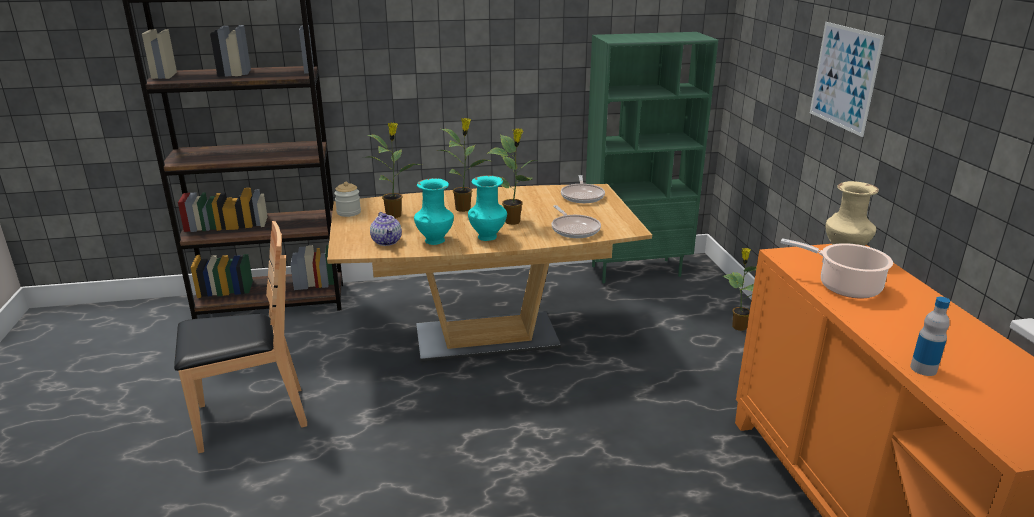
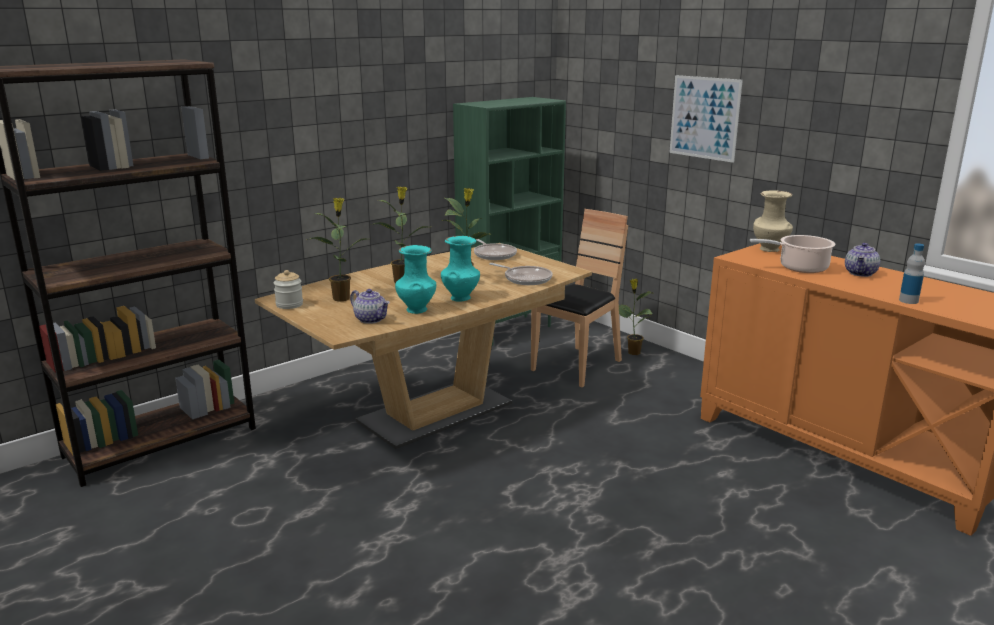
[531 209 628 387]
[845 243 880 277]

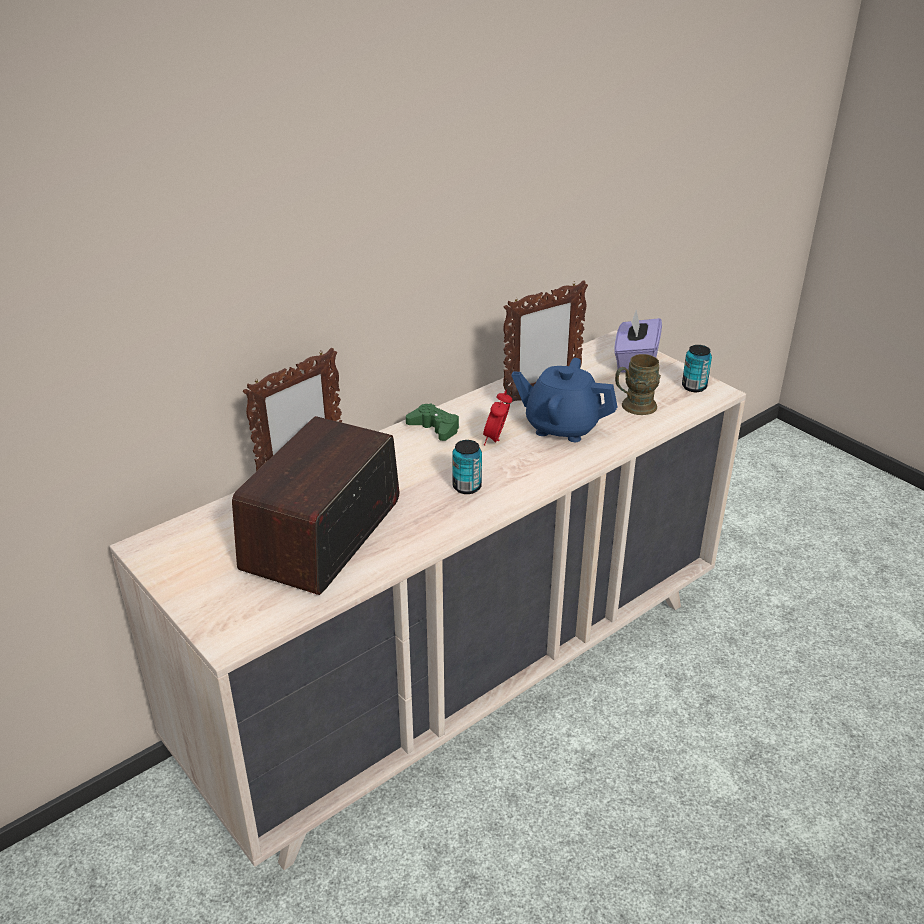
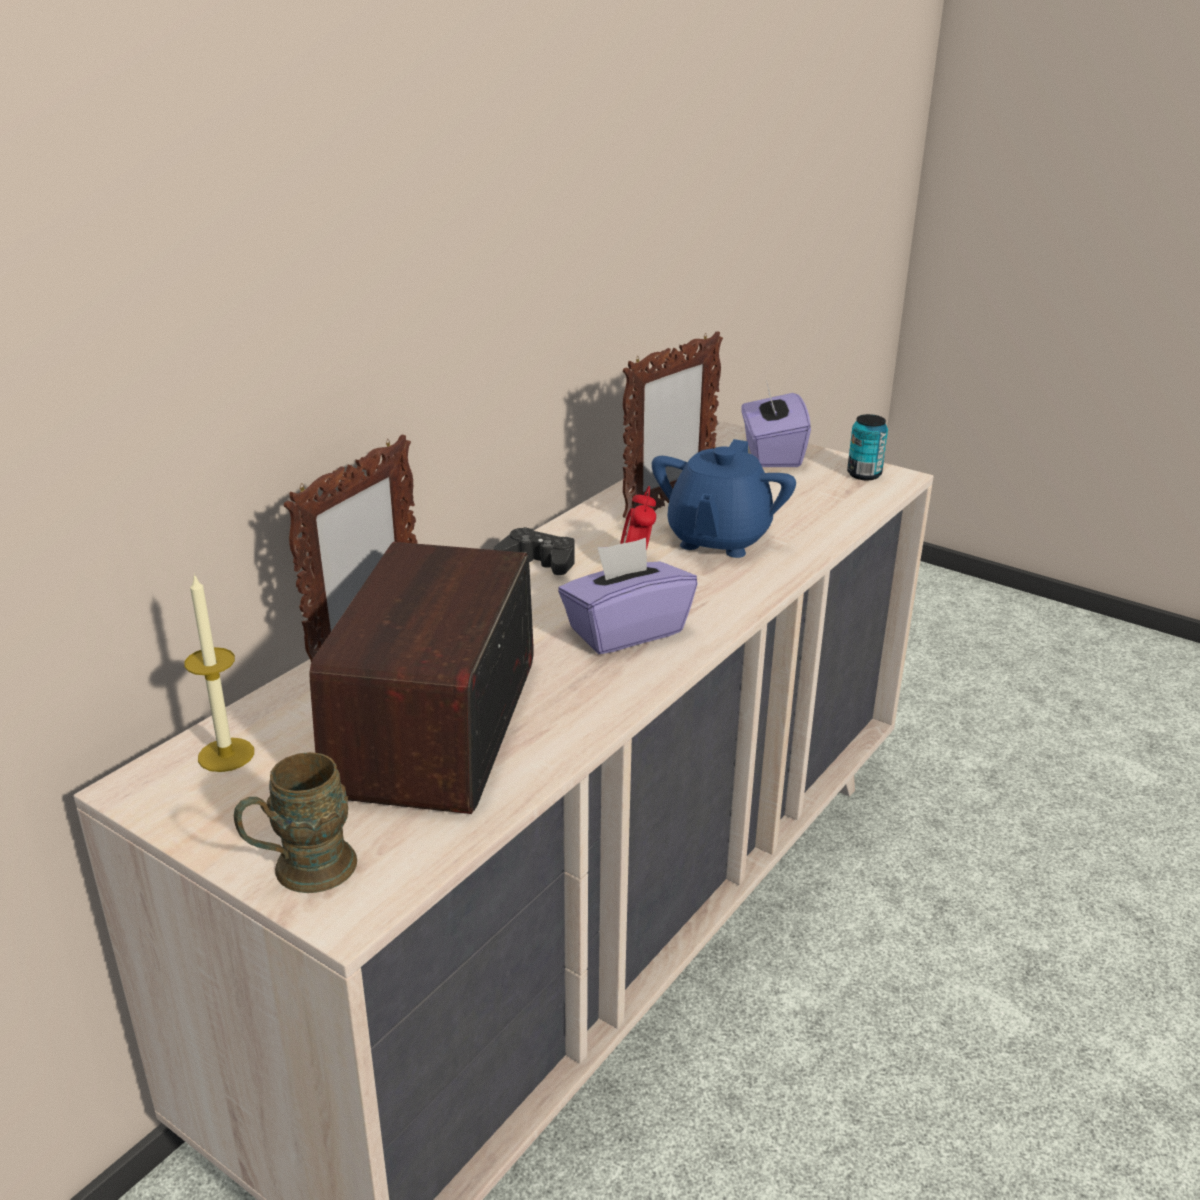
[234 752 357 893]
[652 439 796 558]
[494 527 575 575]
[558 538 698 654]
[184 573 254 772]

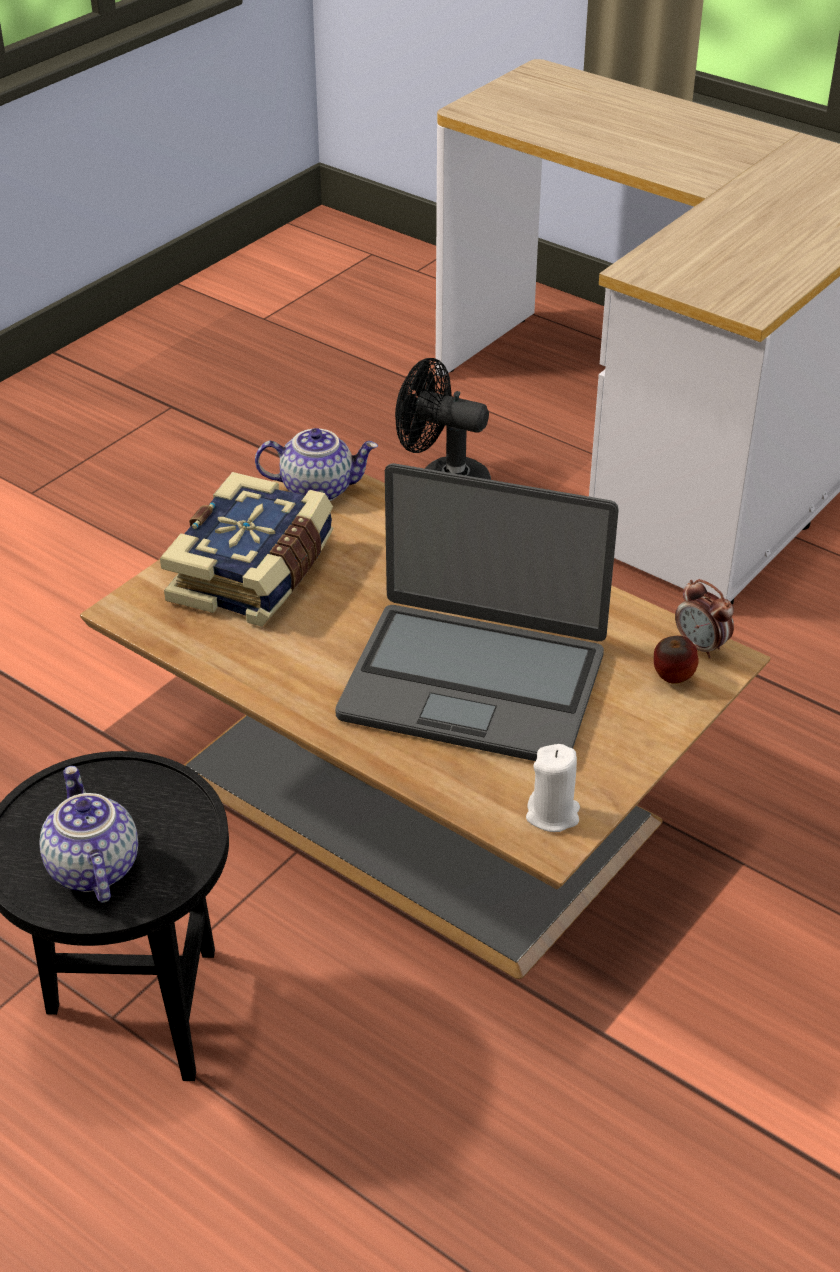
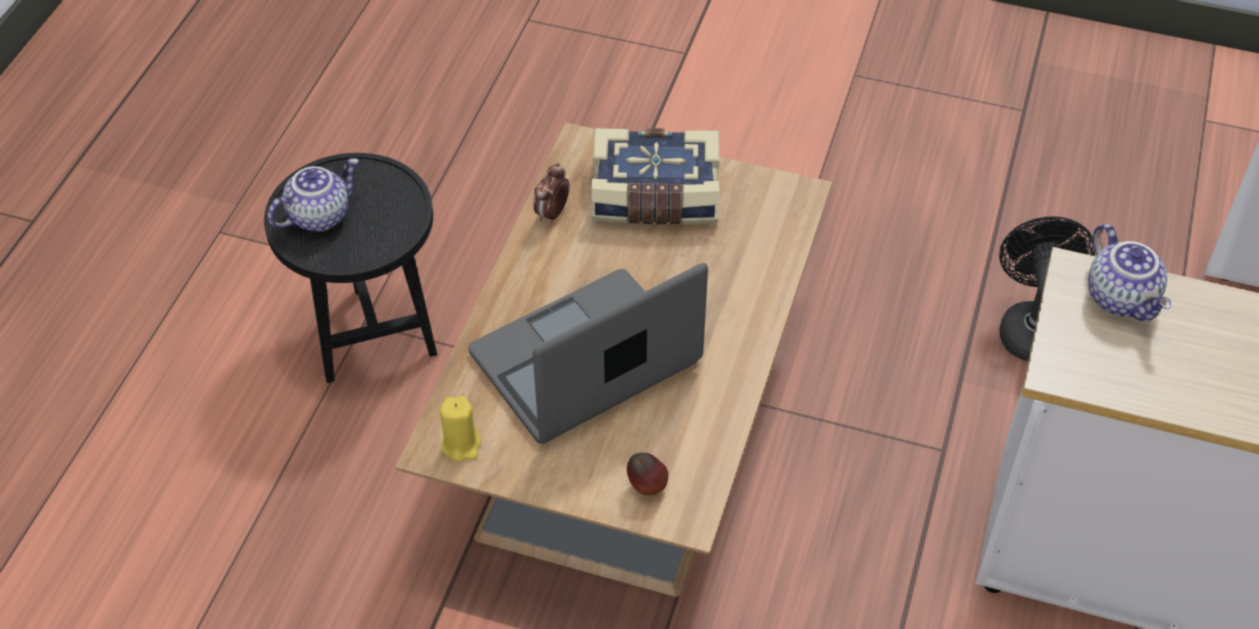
[1088 224 1171 321]
[468 263 708 444]
[534 163 570 223]
[440 396 481 462]

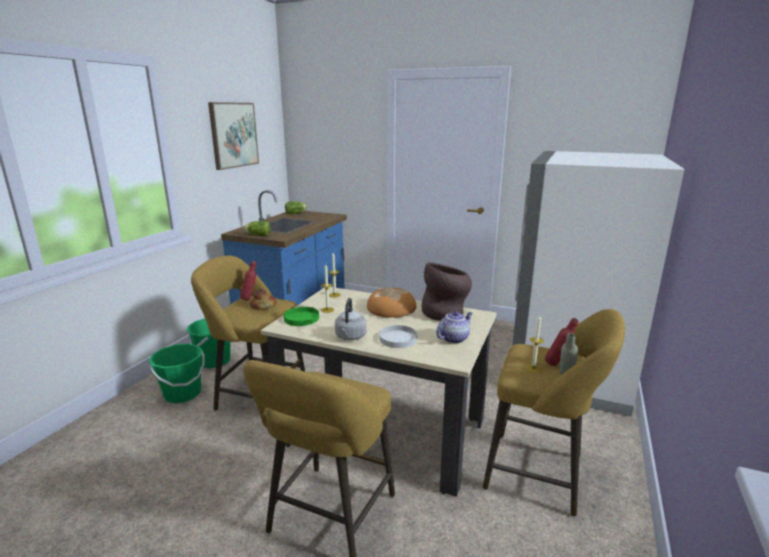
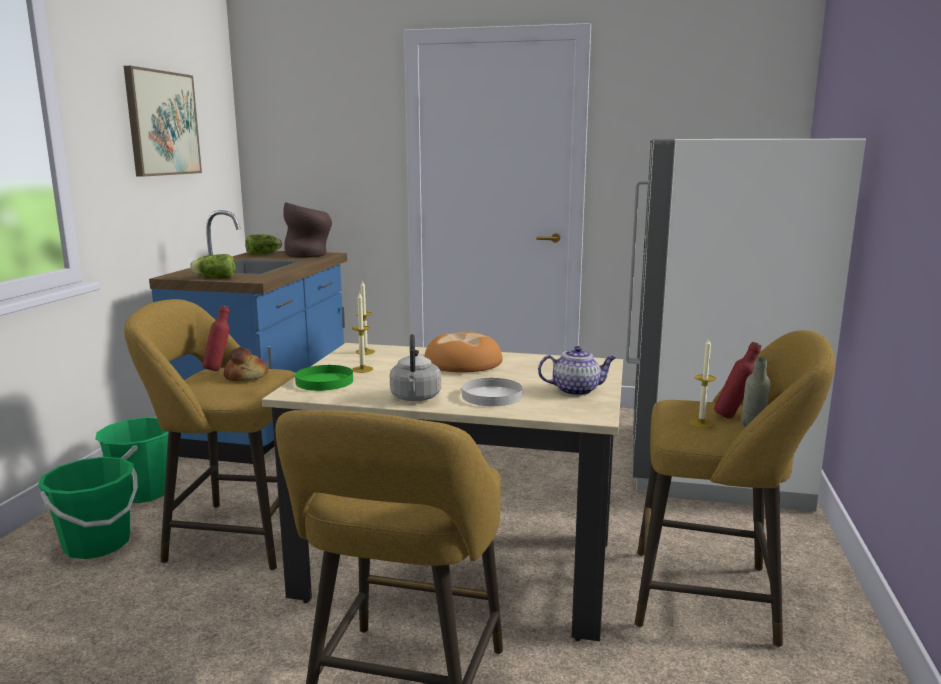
[283 202 332 258]
[538 346 616 396]

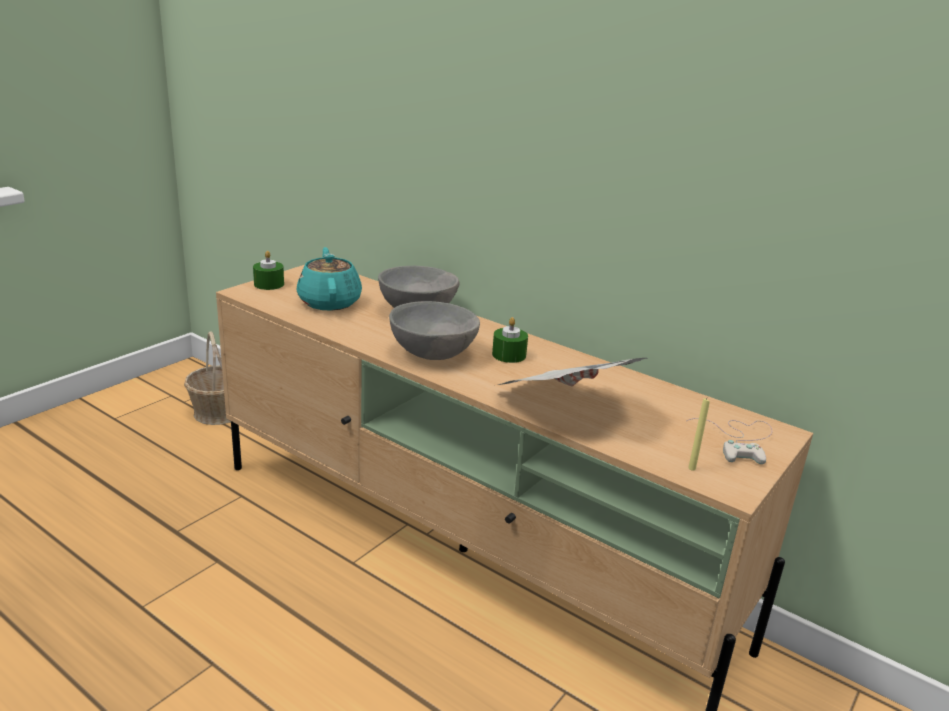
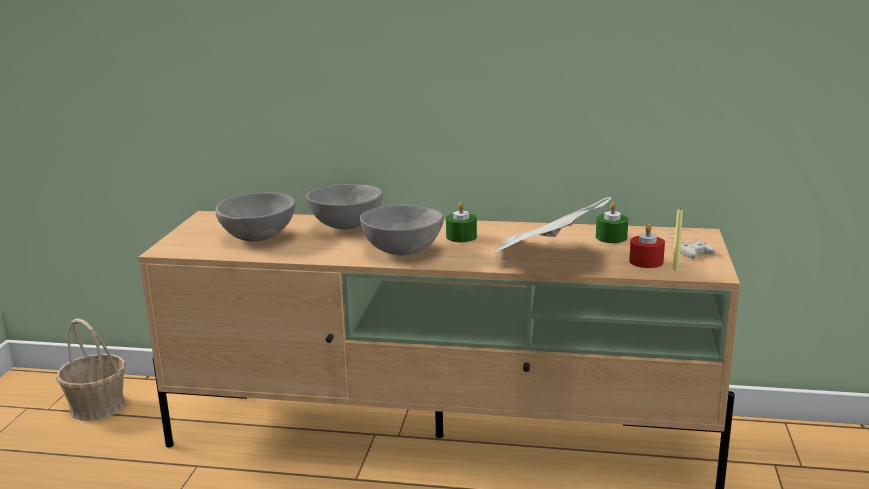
[215 192 295 241]
[596 202 628 243]
[629 224 665 268]

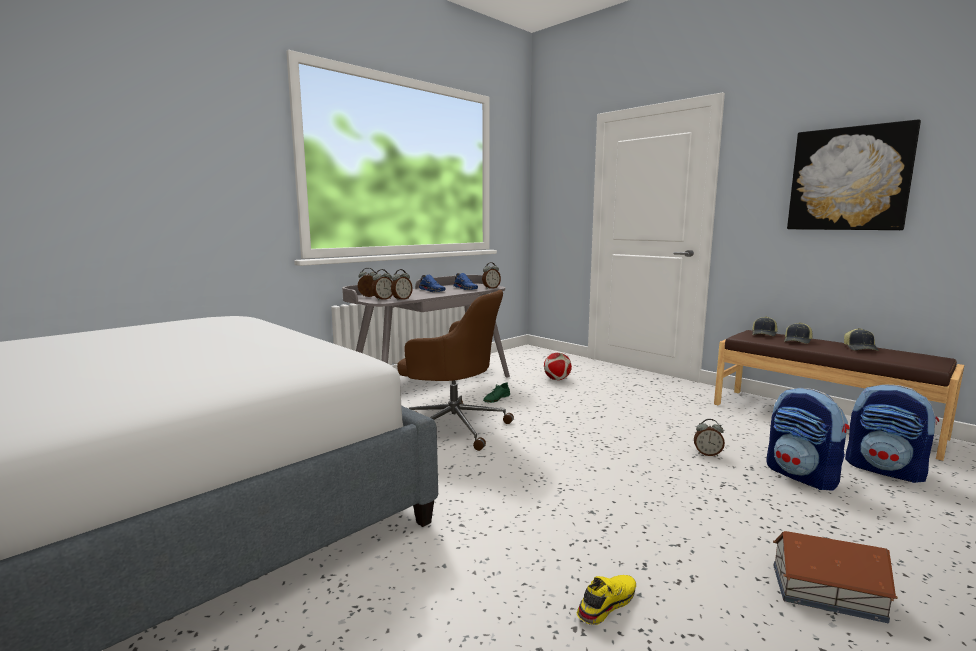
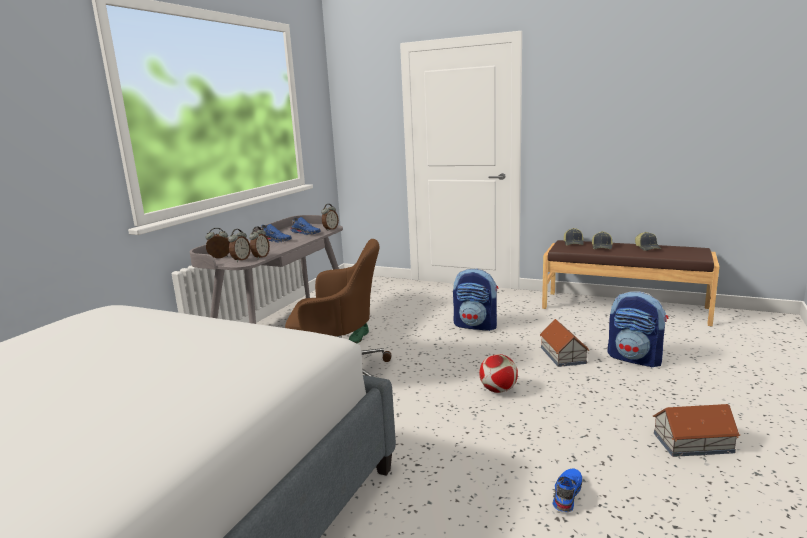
[787 119 921 230] (first image)
[479 354 518 393]
[453 268 499 331]
[540 319 589 367]
[553 468 582 512]

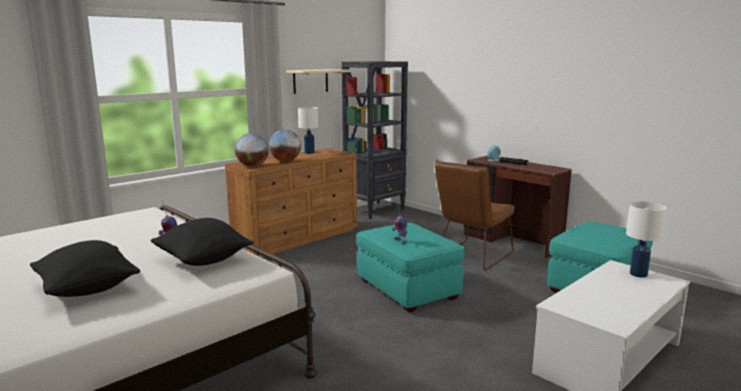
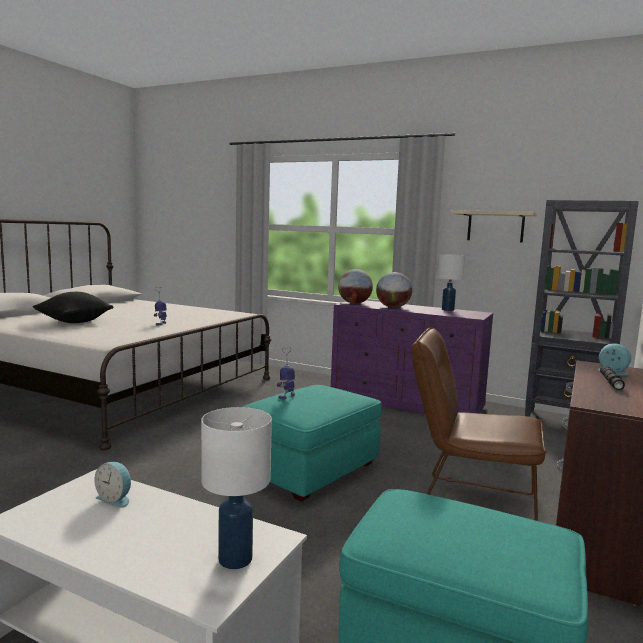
[331 301 493 414]
[151 218 254 266] (first image)
[94 462 131 508]

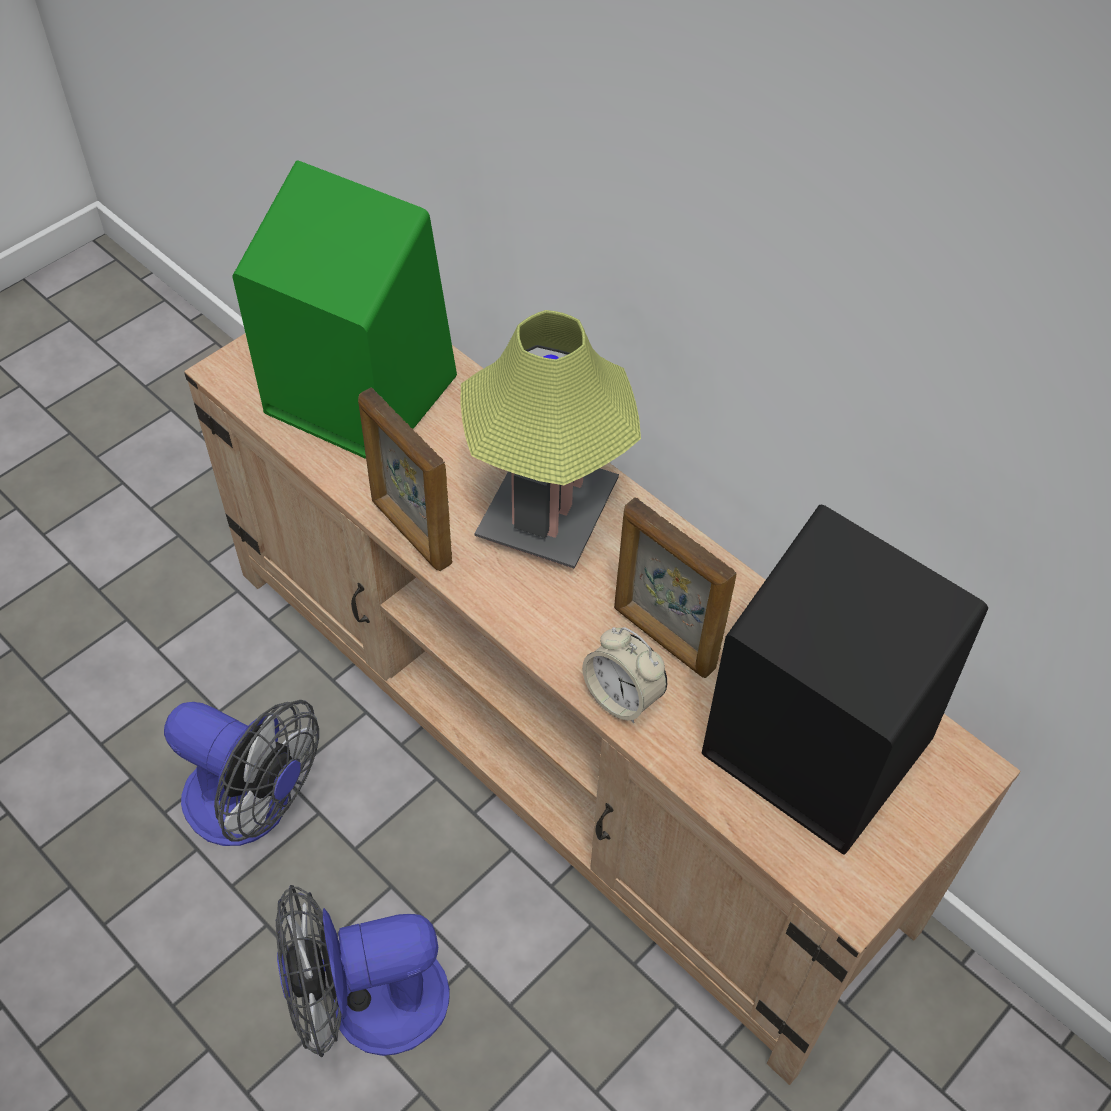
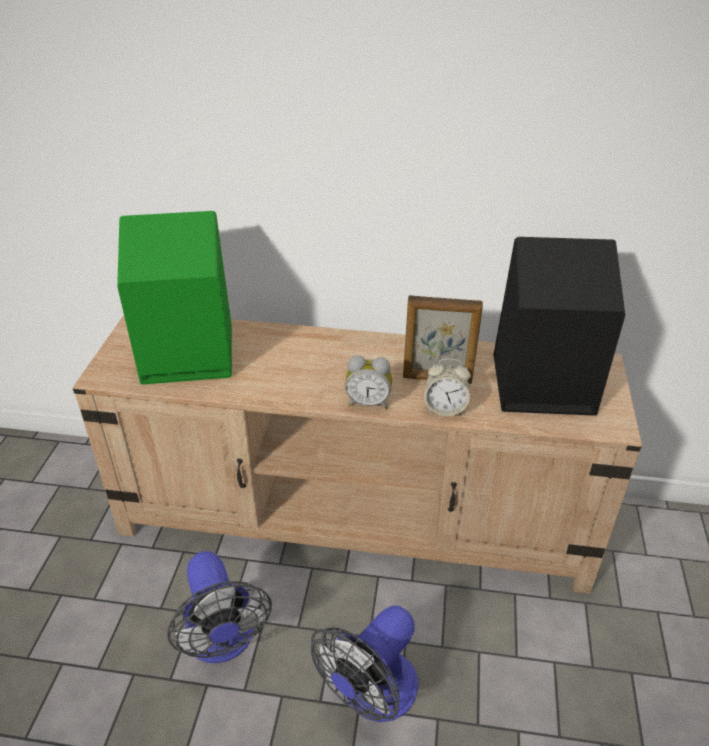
[460 310 641 569] (first image)
[358 387 452 571] (first image)
[167 551 272 663]
[345 356 392 409]

